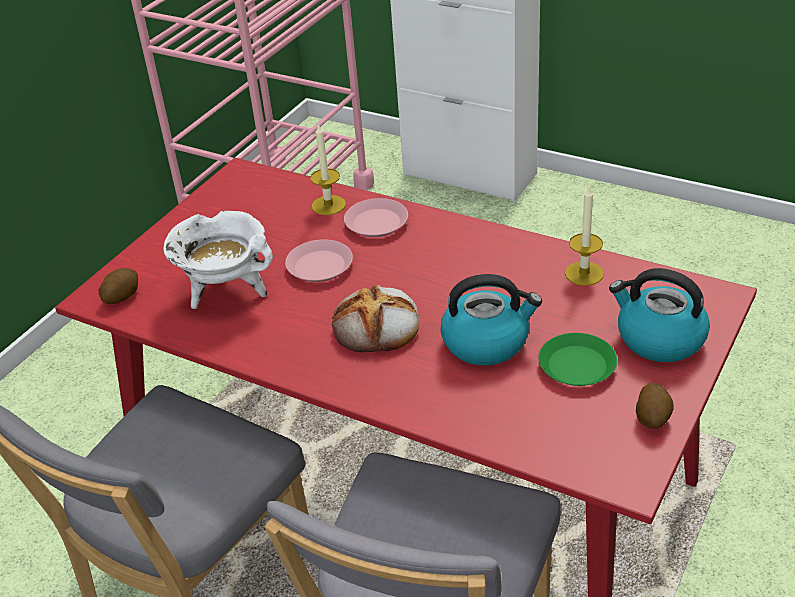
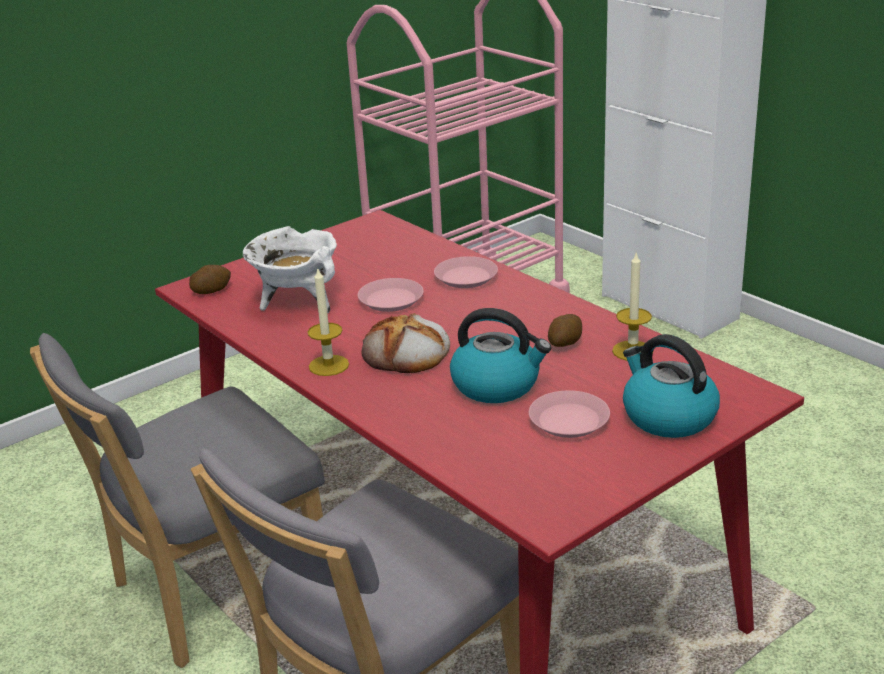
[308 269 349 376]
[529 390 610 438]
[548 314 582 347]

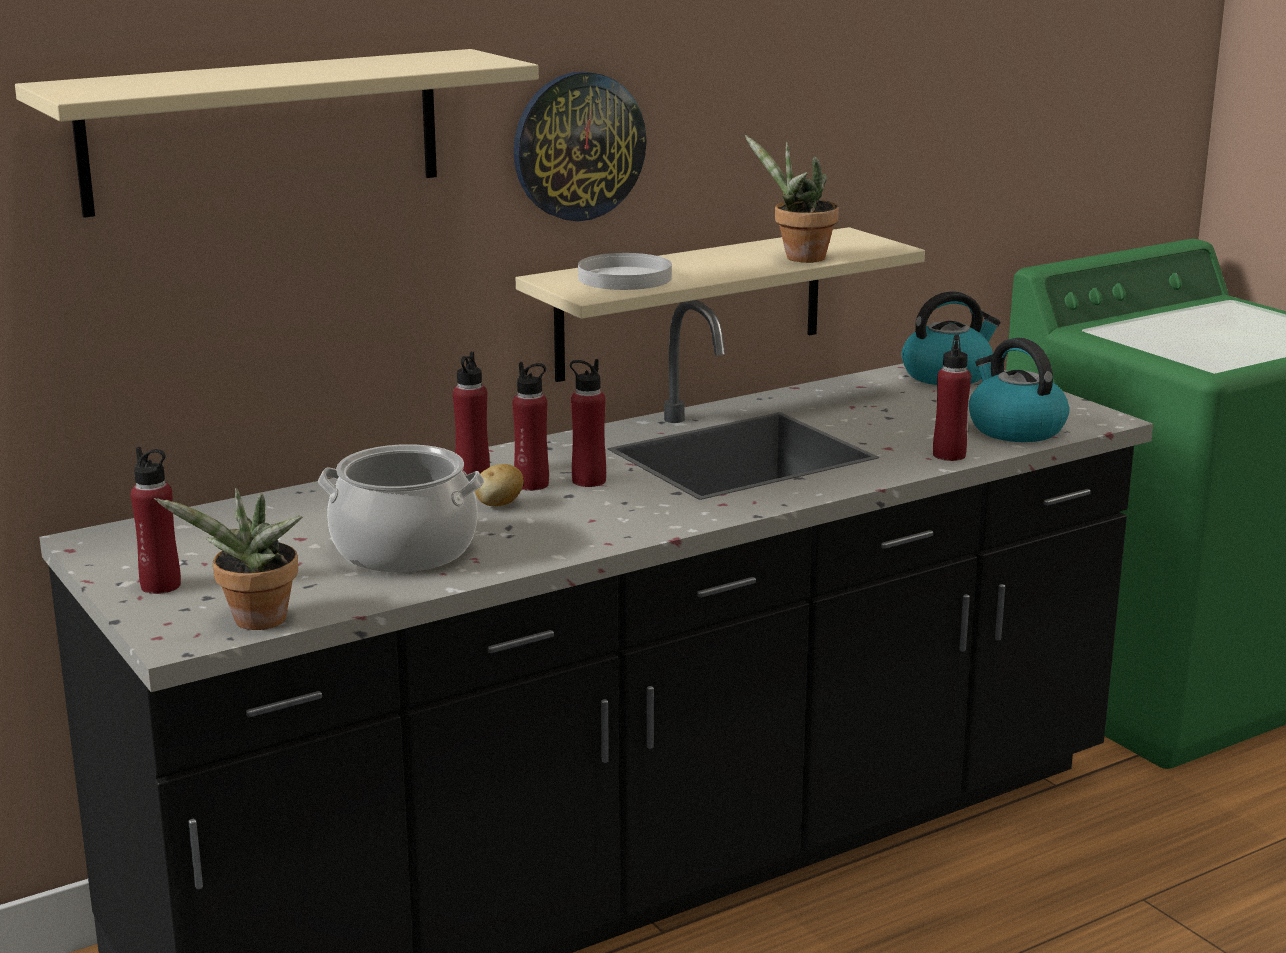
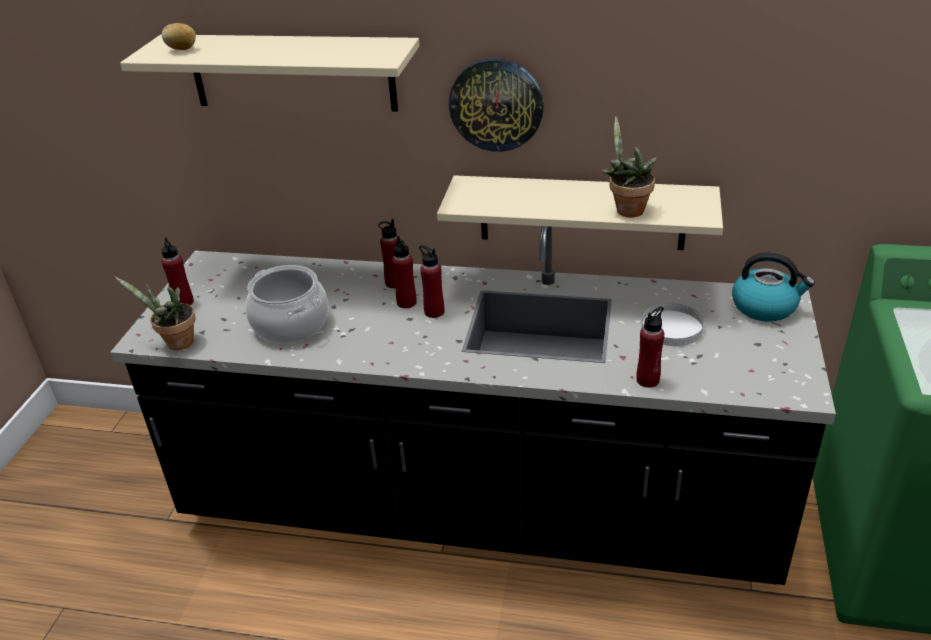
[641 303 704 346]
[969 338 1069 442] (first image)
[162 23 196 50]

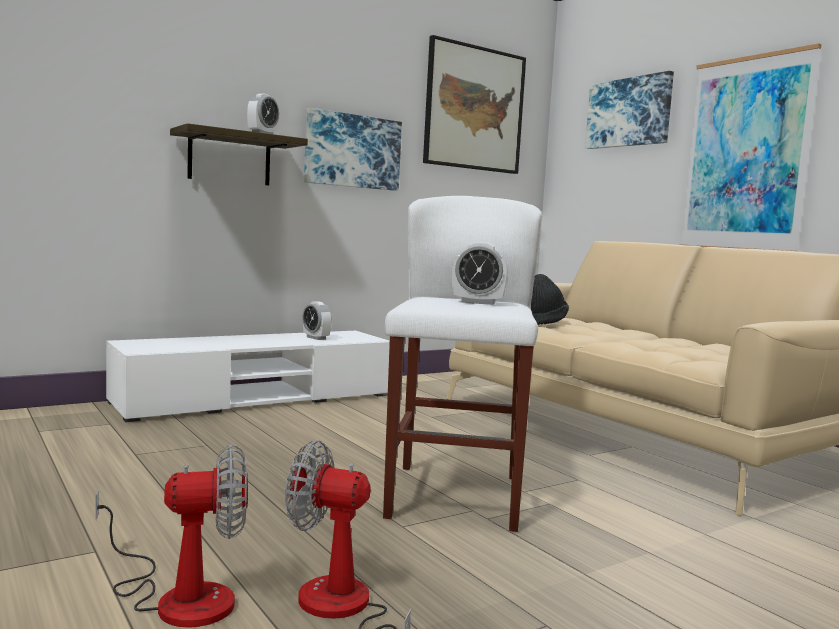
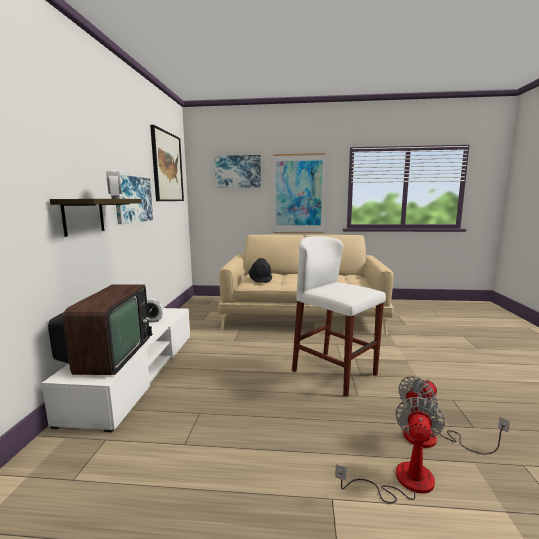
[452 242 508 305] (first image)
[48 284 153 375]

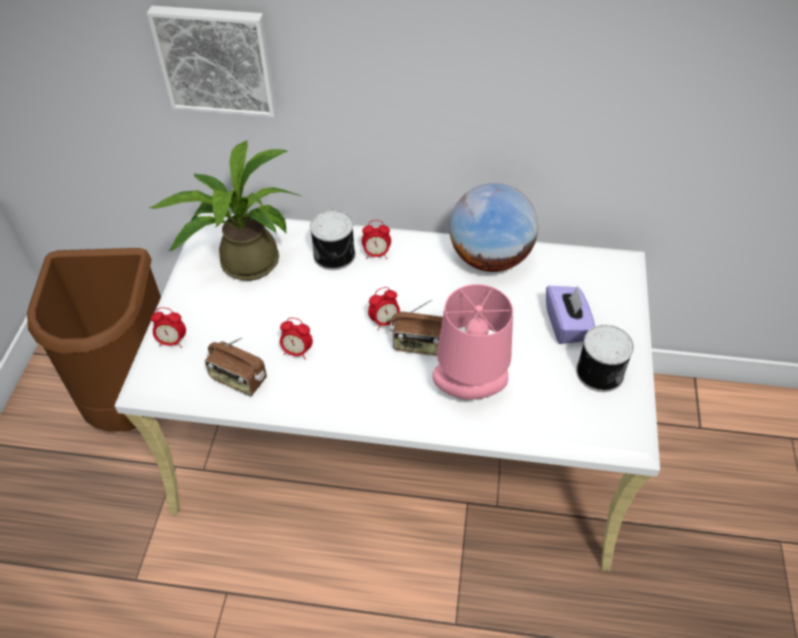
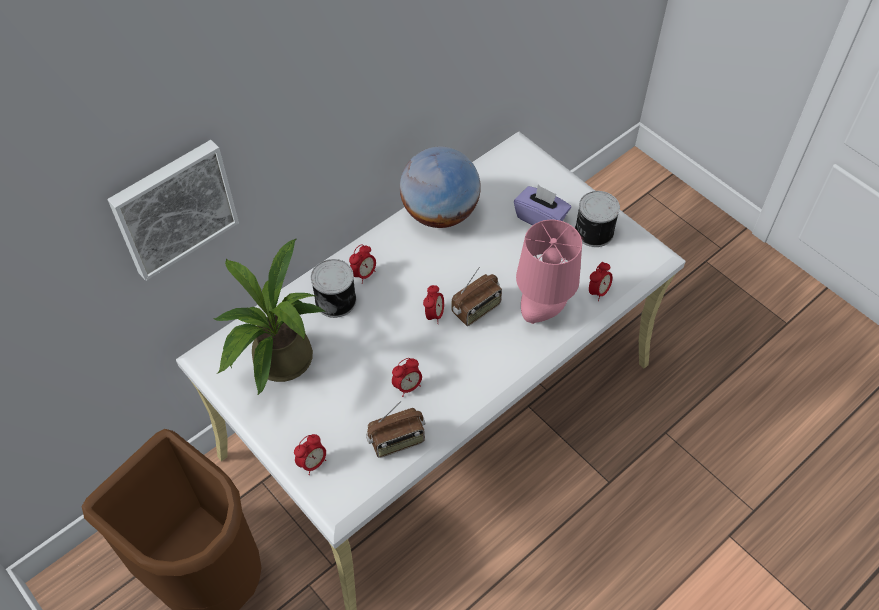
[589 262 613 301]

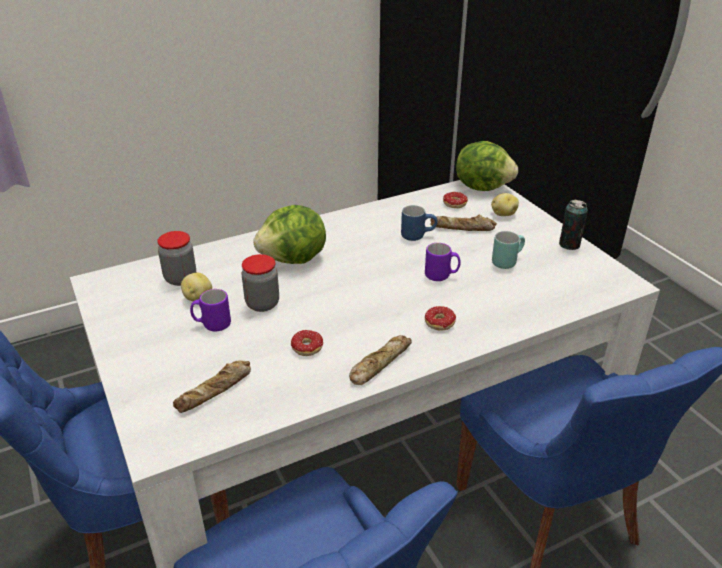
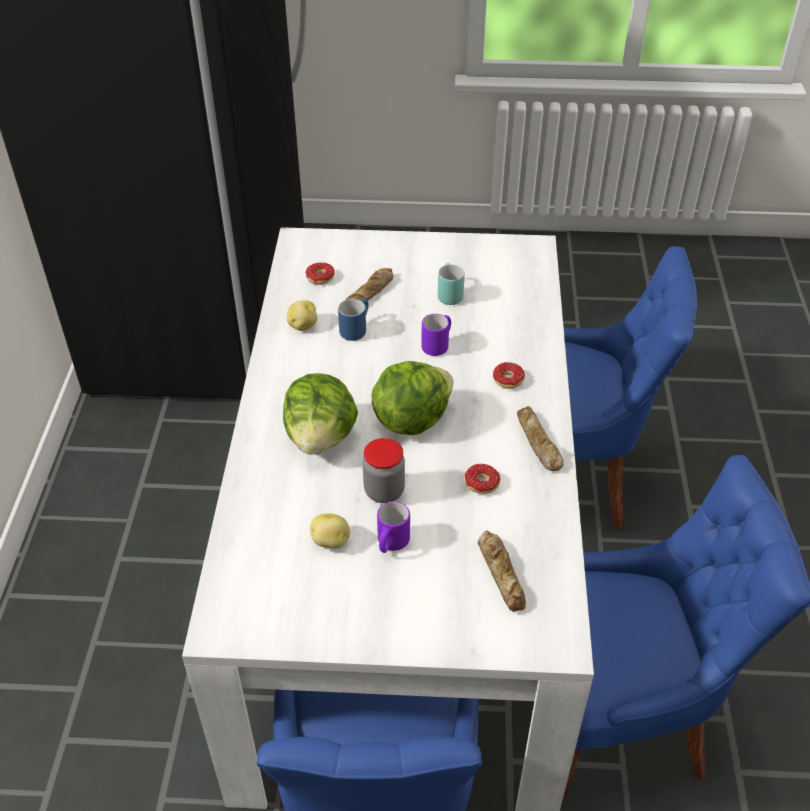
[372 361 453 435]
[286 300 317 331]
[559 200 588 250] (first image)
[157 231 196 286] (first image)

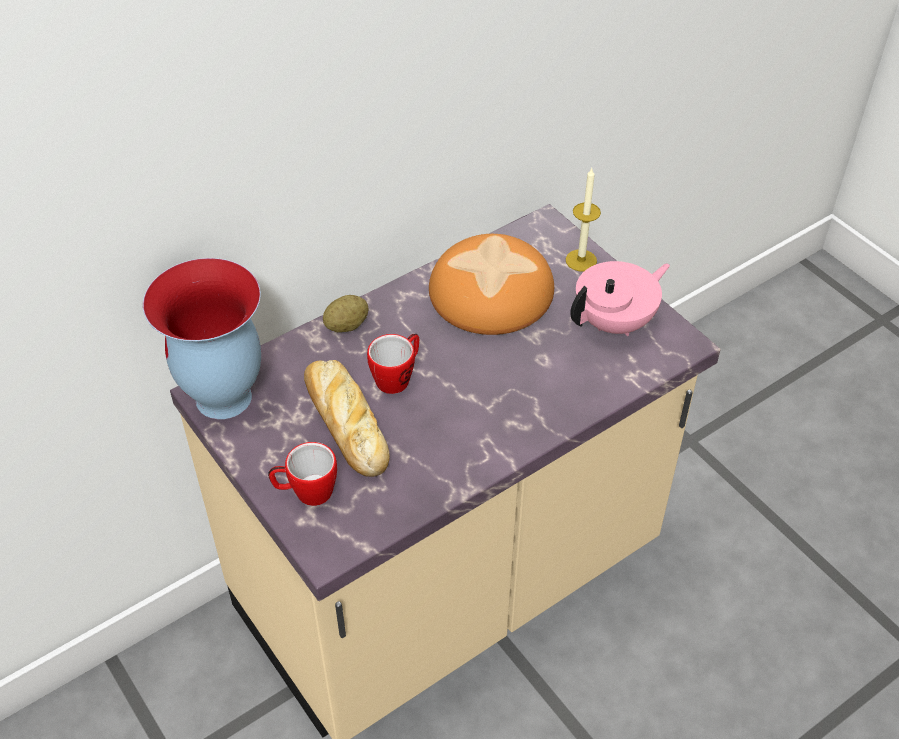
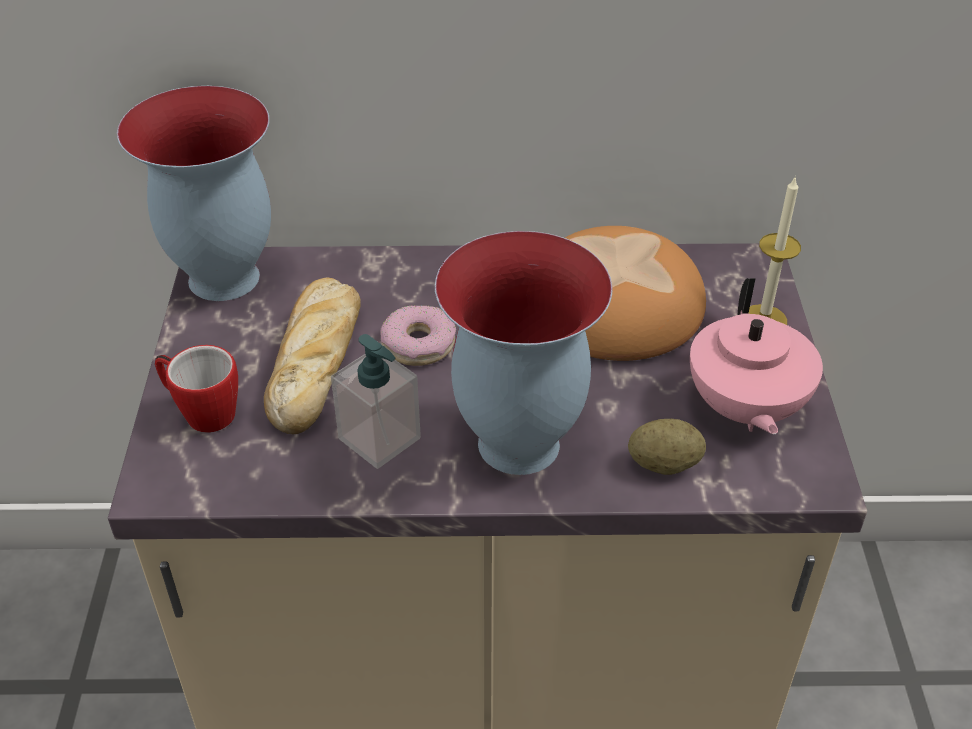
[690 278 823 434]
[628 419 706 475]
[381 305 456 366]
[435 231 613 475]
[331 334 421 469]

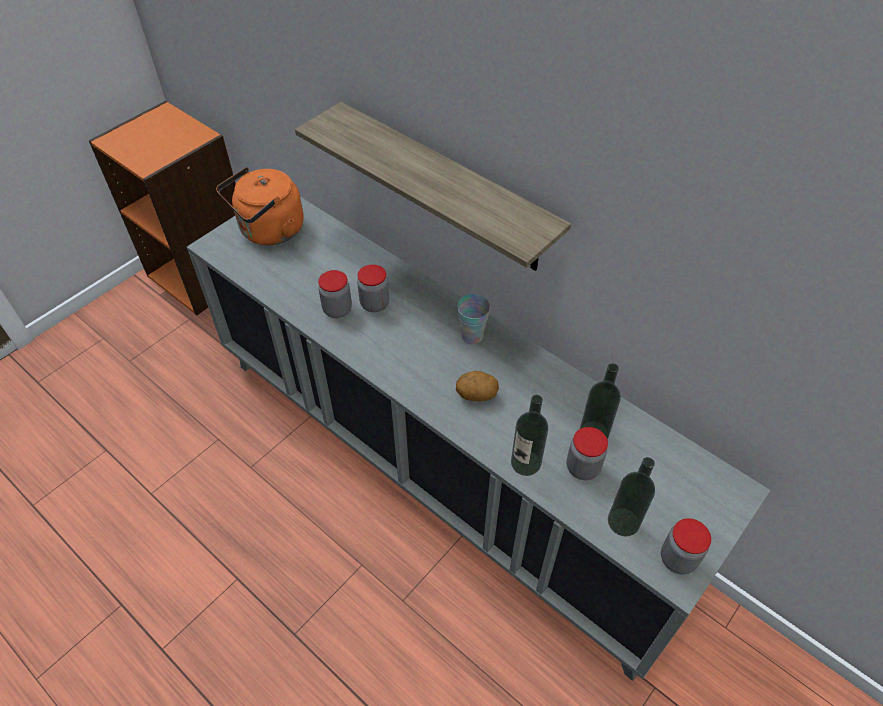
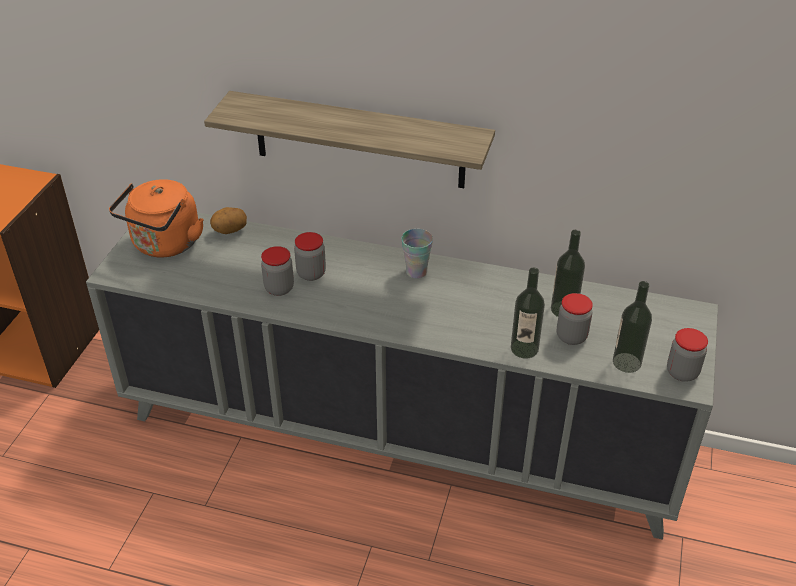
[210 207 247 234]

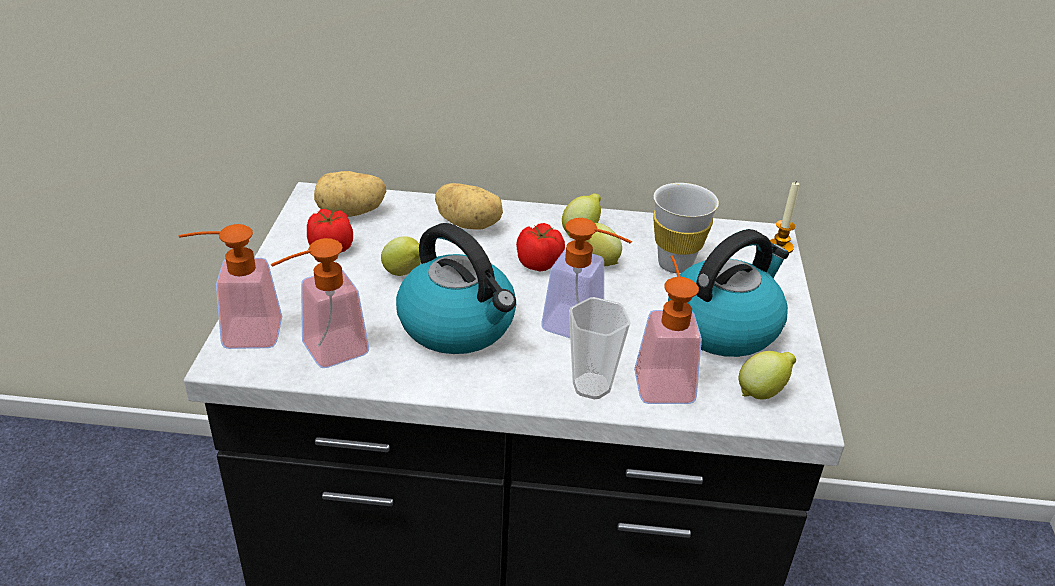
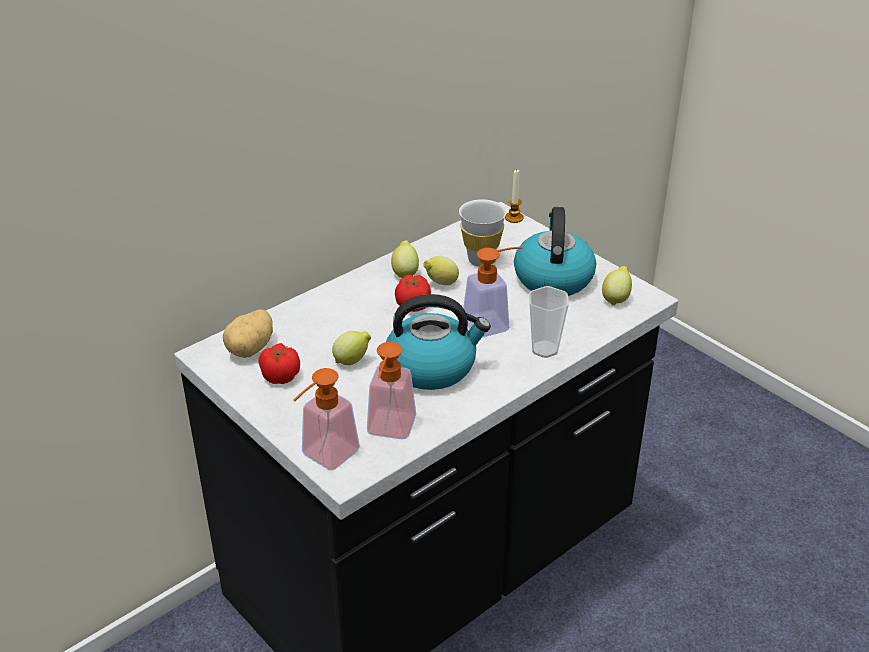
[435 183 503 230] (first image)
[634 255 702 404] (first image)

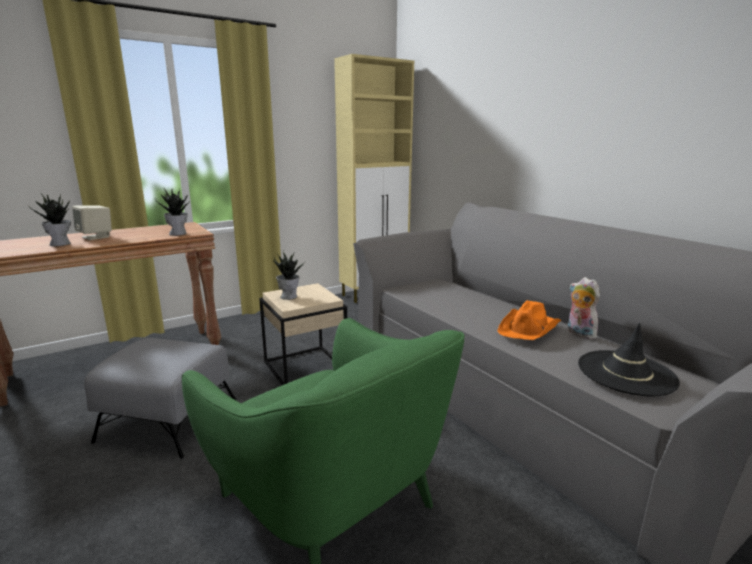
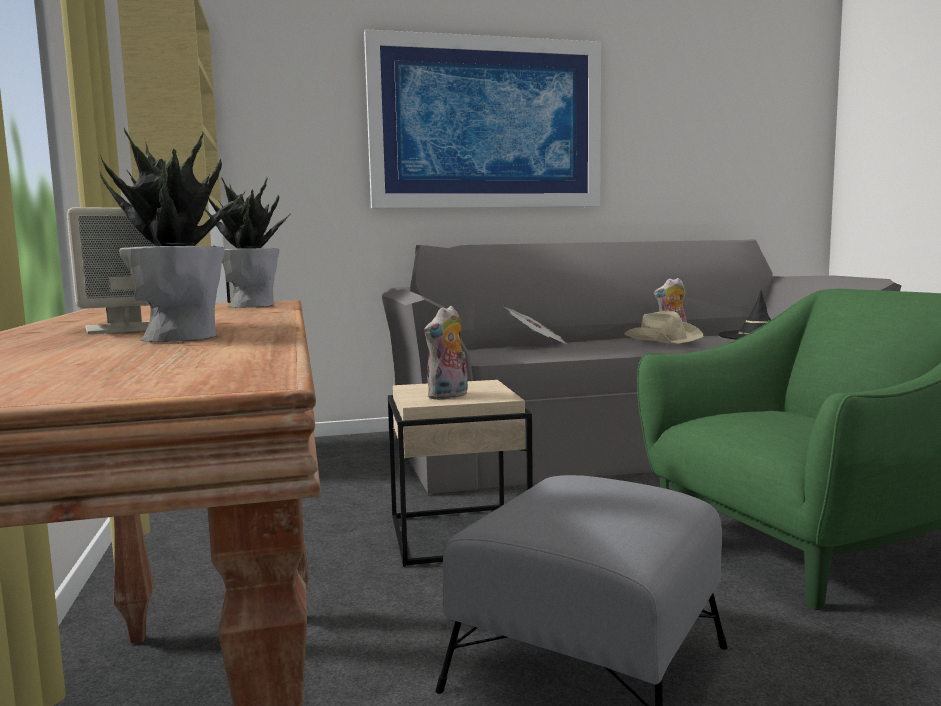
[424 306 468 400]
[624 311 704 344]
[364 29 601 208]
[504 307 569 345]

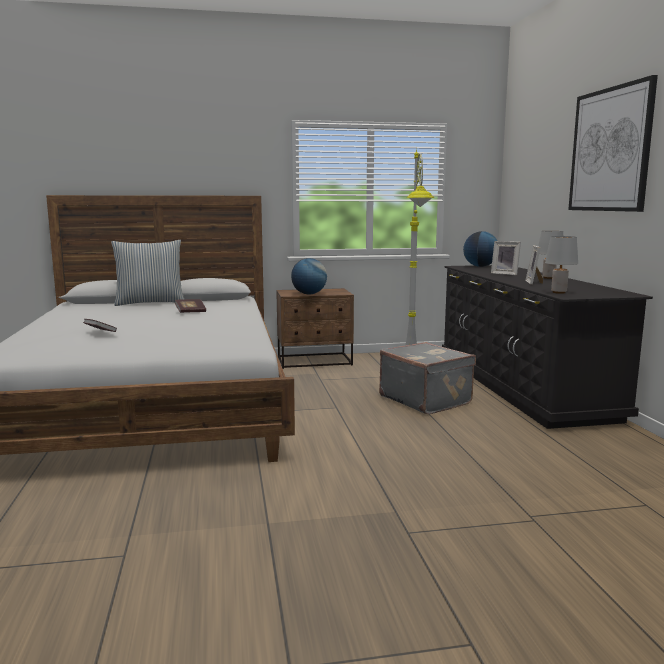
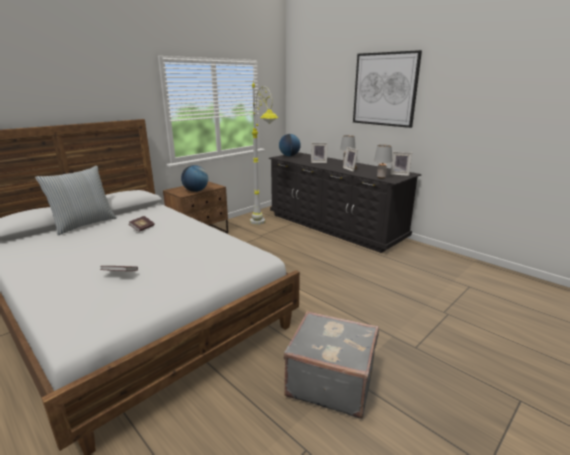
[284 311 379 419]
[390 152 412 176]

